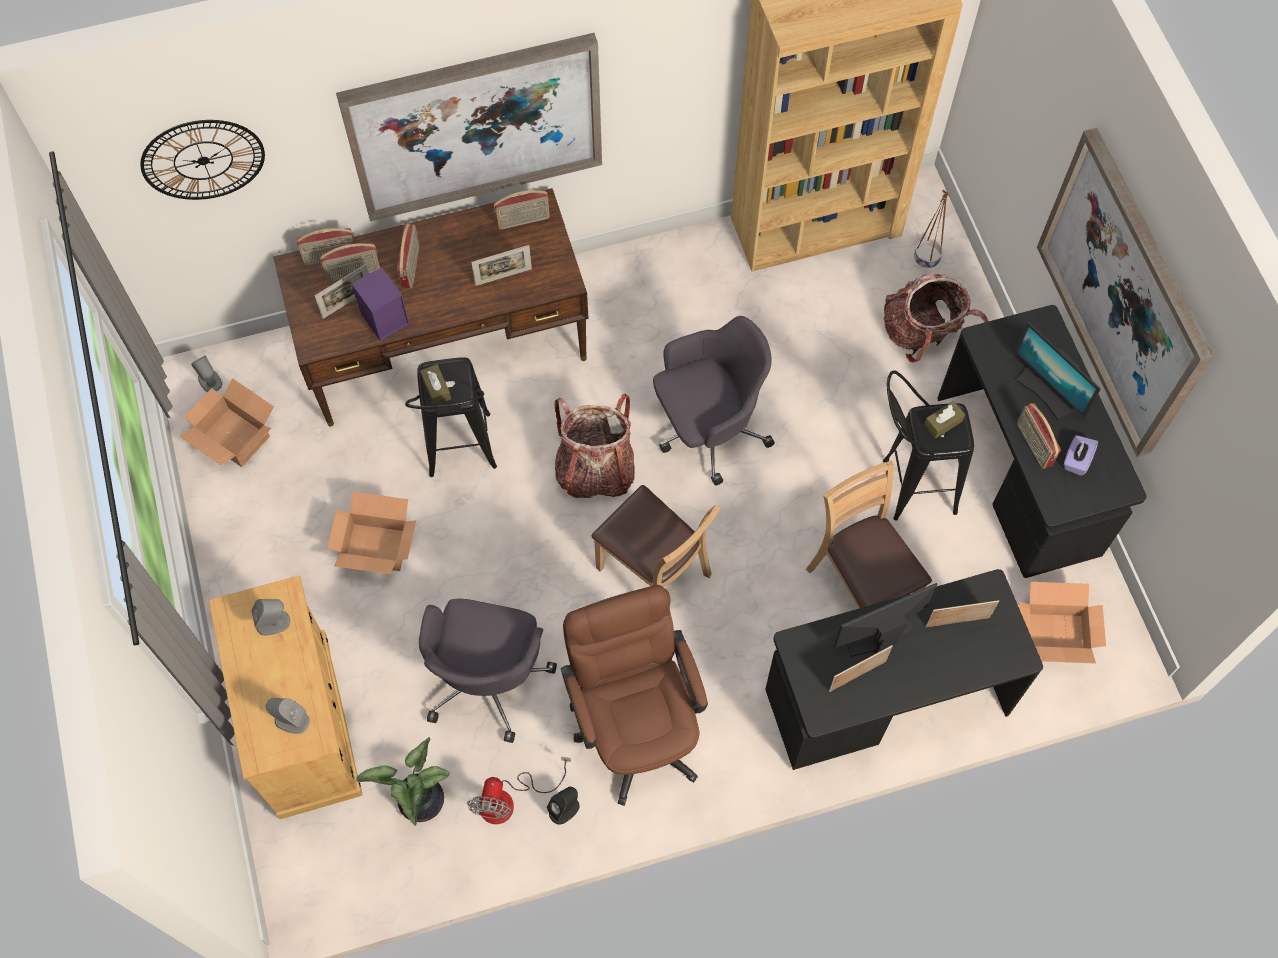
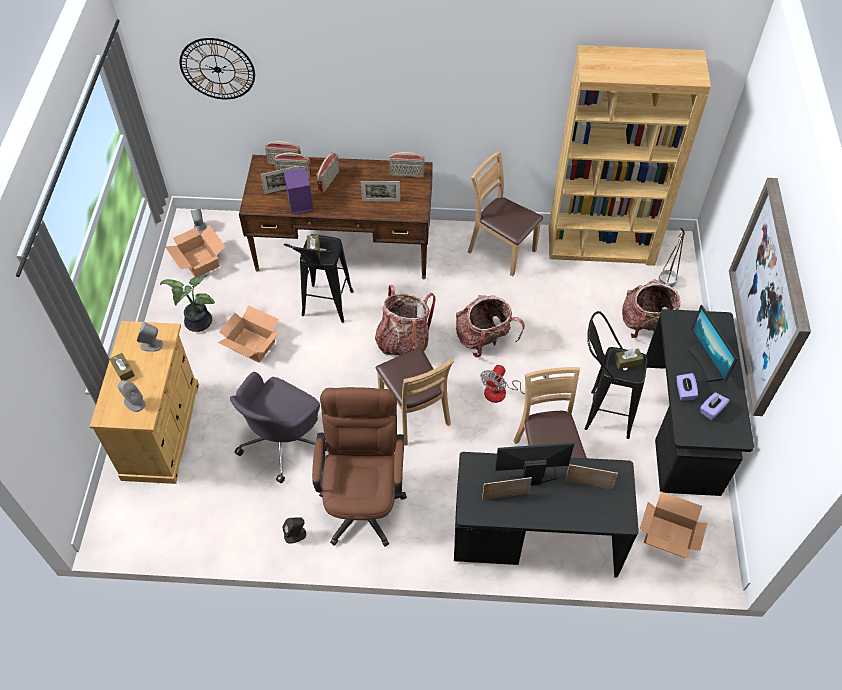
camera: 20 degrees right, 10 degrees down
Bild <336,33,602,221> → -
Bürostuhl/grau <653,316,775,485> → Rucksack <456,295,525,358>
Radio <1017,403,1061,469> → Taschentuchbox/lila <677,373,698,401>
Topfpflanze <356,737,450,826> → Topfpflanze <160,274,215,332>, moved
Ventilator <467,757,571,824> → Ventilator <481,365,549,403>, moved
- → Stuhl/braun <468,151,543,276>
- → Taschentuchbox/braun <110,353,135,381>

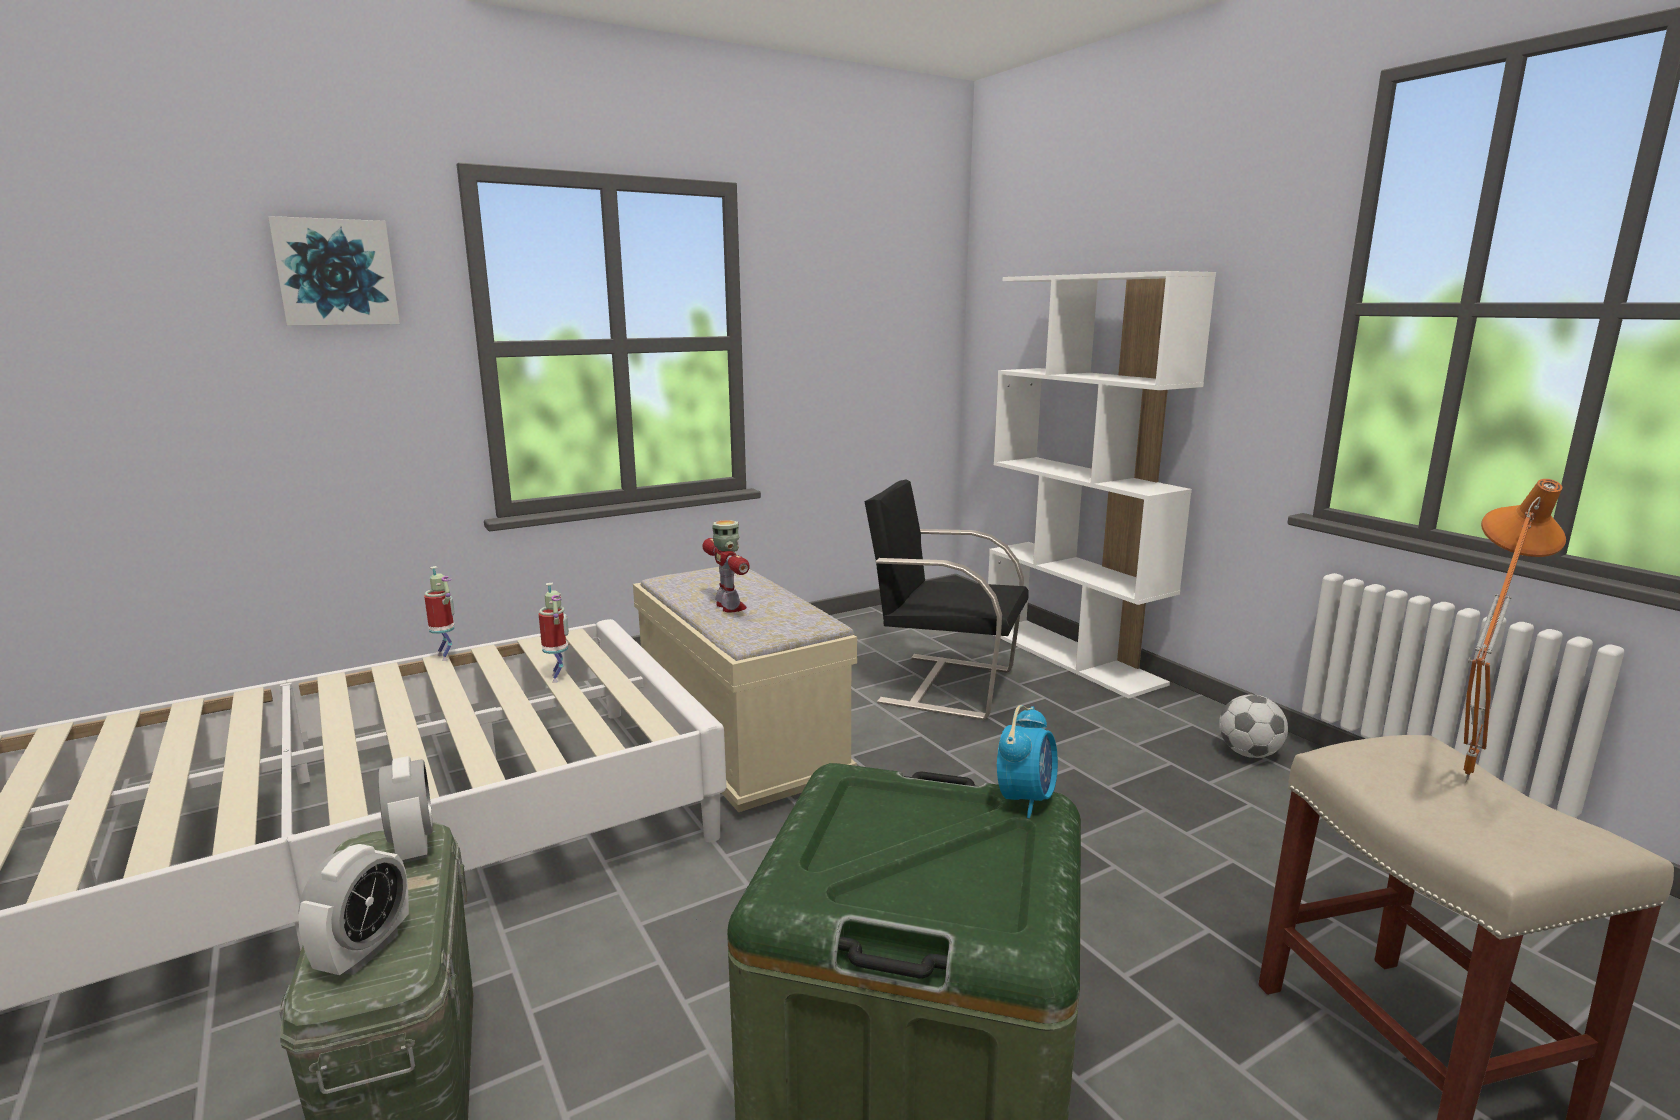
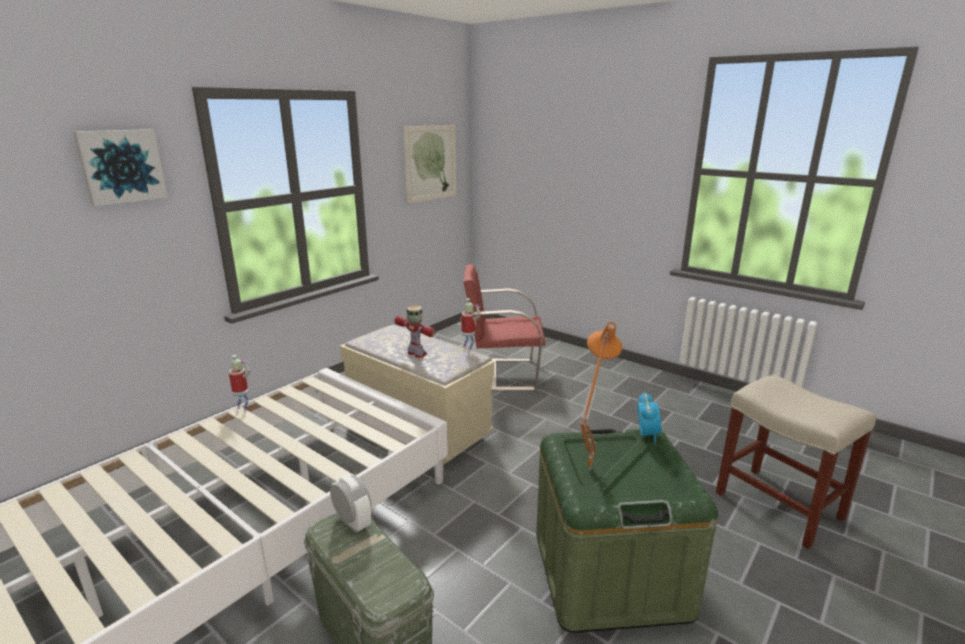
camera: 20 degrees left, 5 degrees up
Bücherregal/weiß <988,271,1216,699> → -
Tischlampe/orange <1464,479,1566,782> → Tischlampe/orange <579,322,622,470>, moved
Stuhl/schwarz <864,480,1029,720> → Stuhl/rot <463,264,546,391>
Spielzeugroboter <539,583,569,683> → Spielzeugroboter <460,298,481,352>, moved
Fußball <1219,694,1288,758> → -
Wecker <298,844,409,975> → -
- → Bild <404,125,456,204>

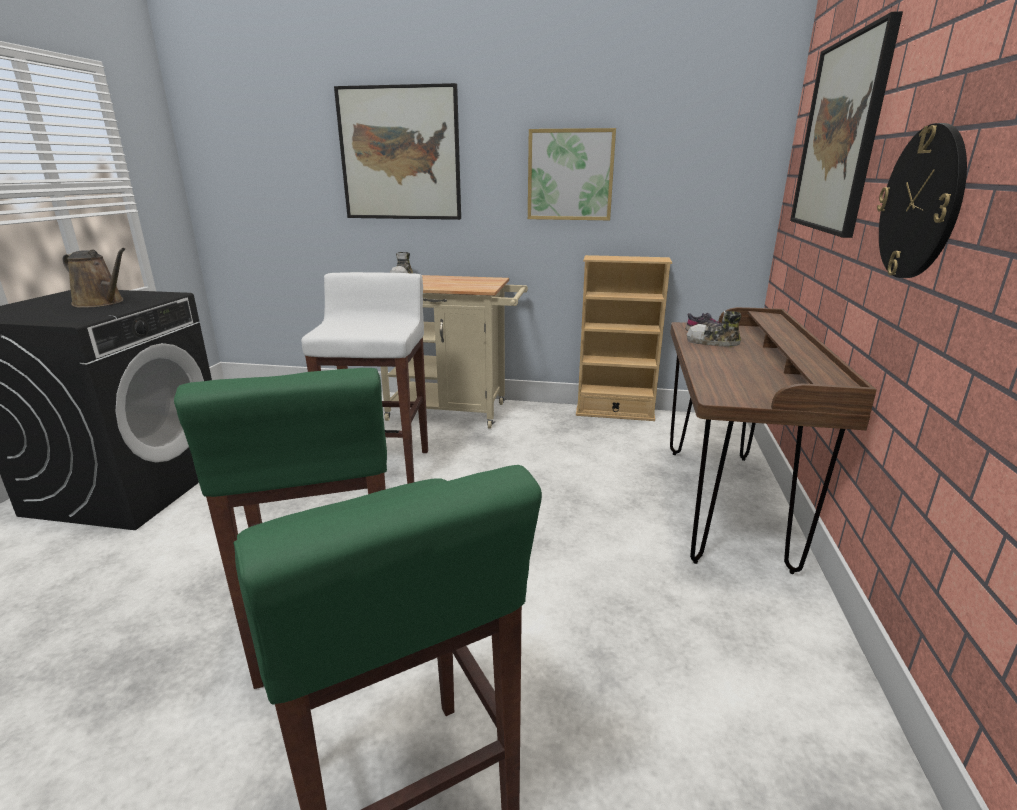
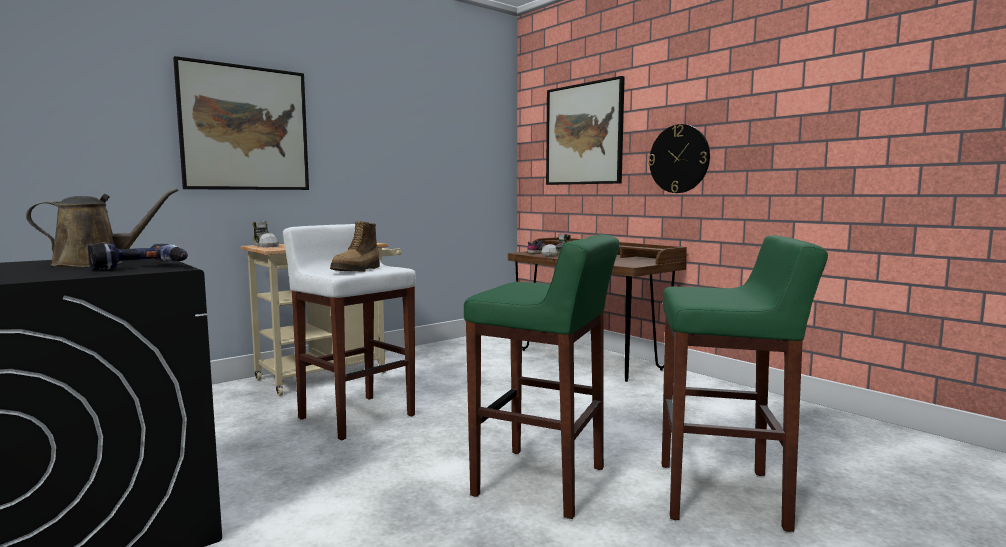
camera: 50 degrees left, 15 degrees down
Bild <528,128,616,220> → -
Bücherregal/beige <576,255,672,421> → -
- → Stiefel <330,221,380,272>
- → Bohrmaschine <88,242,188,270>

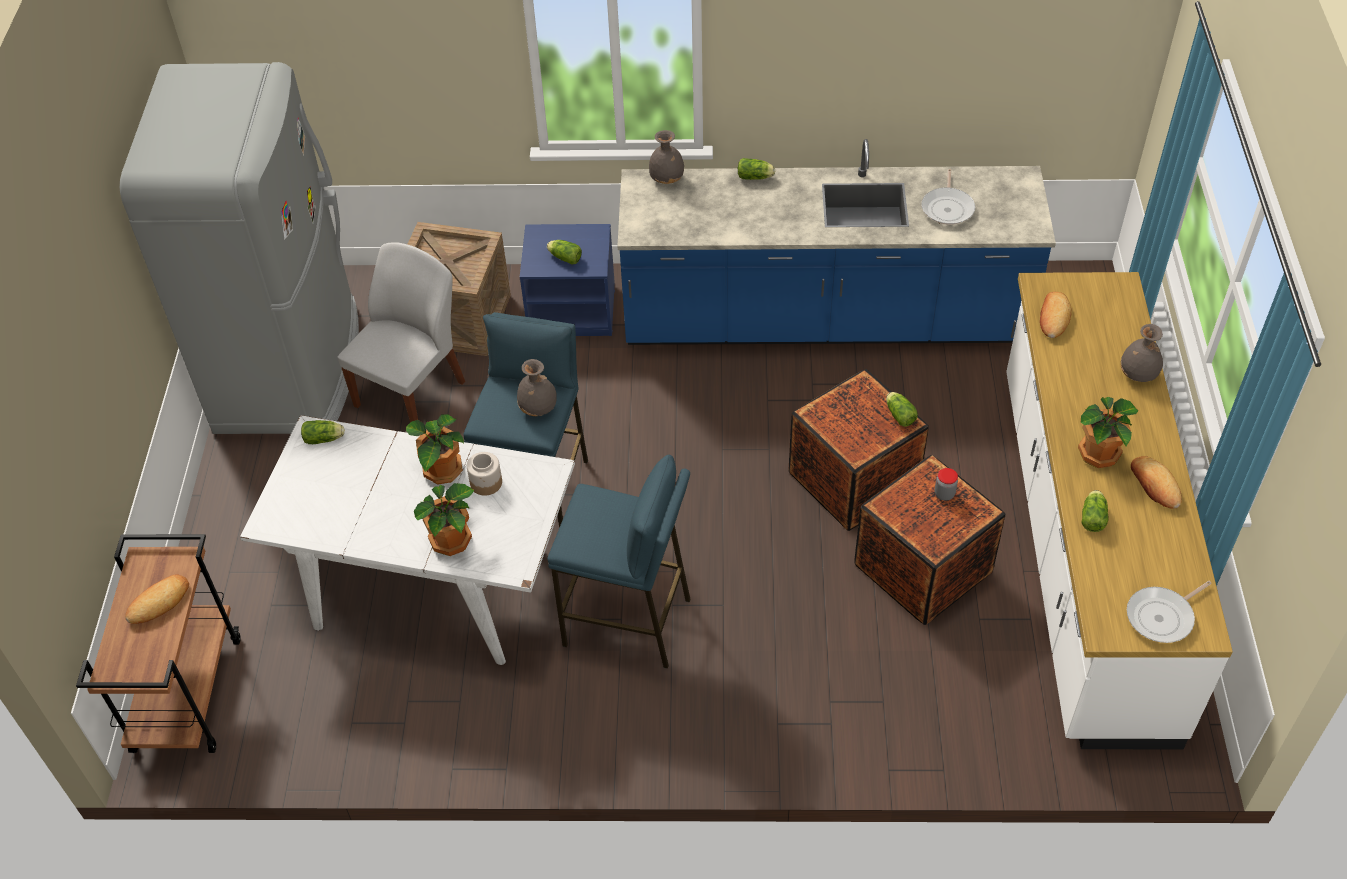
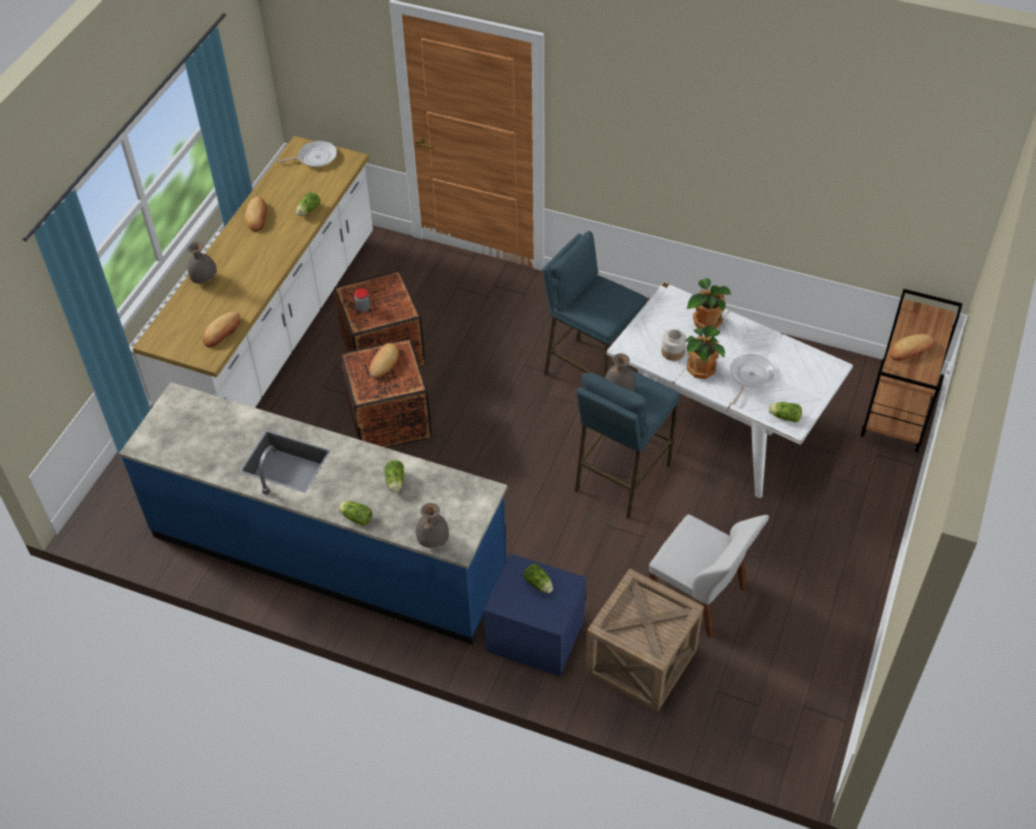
camera: 160 degrees left, 0 degrees up
Kühlschrank/grau <120,62,359,434> → -
Pfanne <921,169,975,225> → Pfanne <730,354,775,404>, moved
Stuhl/weiß <338,242,465,423> → Stuhl/weiß <649,514,769,638>, 105 degrees counterclockwise
Salatkopf <886,392,918,427> → Salatkopf <385,460,404,493>, moved
Topfpflanze <1078,397,1138,468> → -
- → Brot <369,343,399,377>

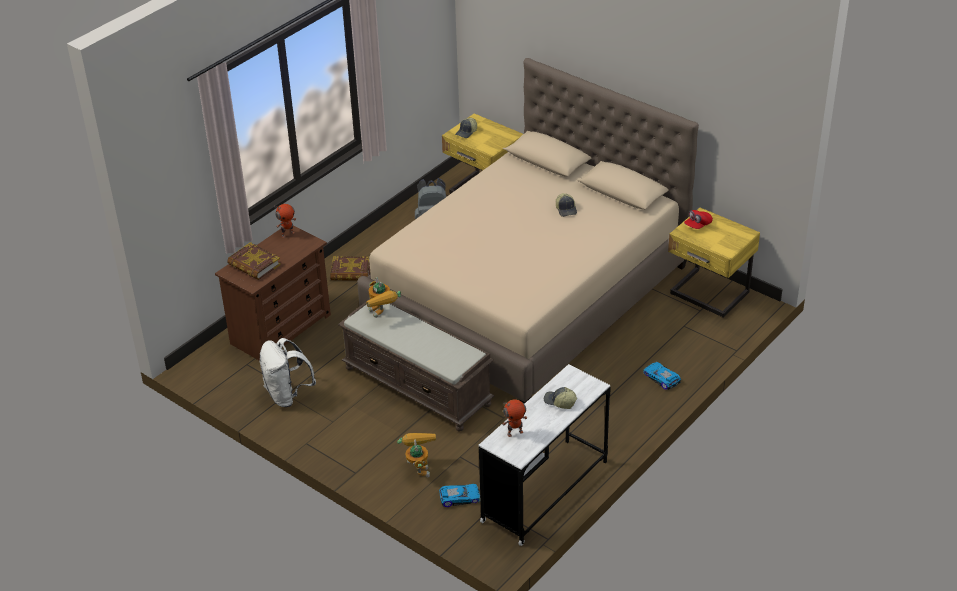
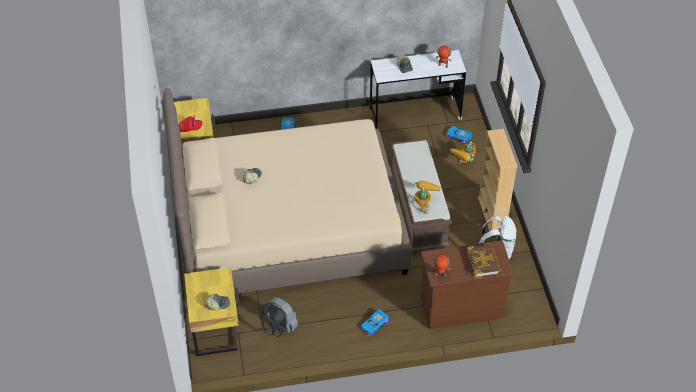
camera: 140 degrees left, 10 degrees up
Buch <330,256,370,281> → Spielzeugauto <360,309,389,336>
- → Bücherregal/beige <478,129,517,231>

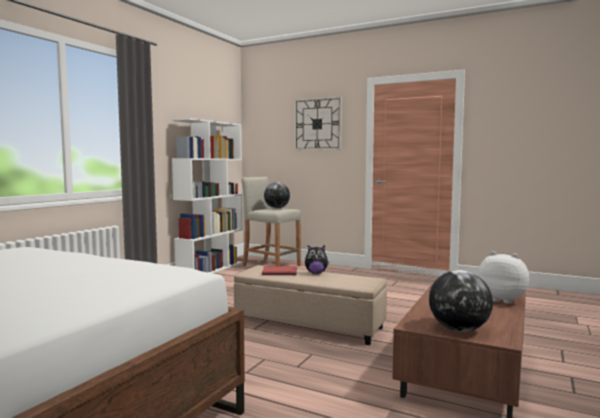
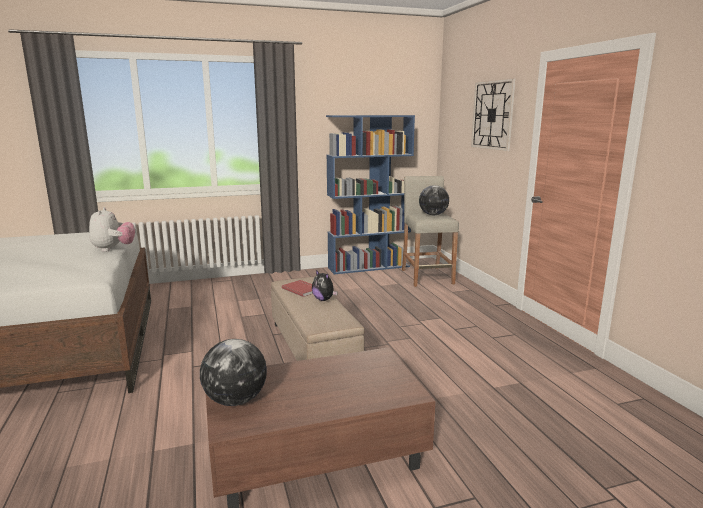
camera: 45 degrees right, 10 degrees up
Bücherregal/weiß <171,118,243,273> → Bücherregal/blau <326,115,415,274>
Plüschtier <478,251,529,304> → Plüschtier <89,207,135,252>, moved

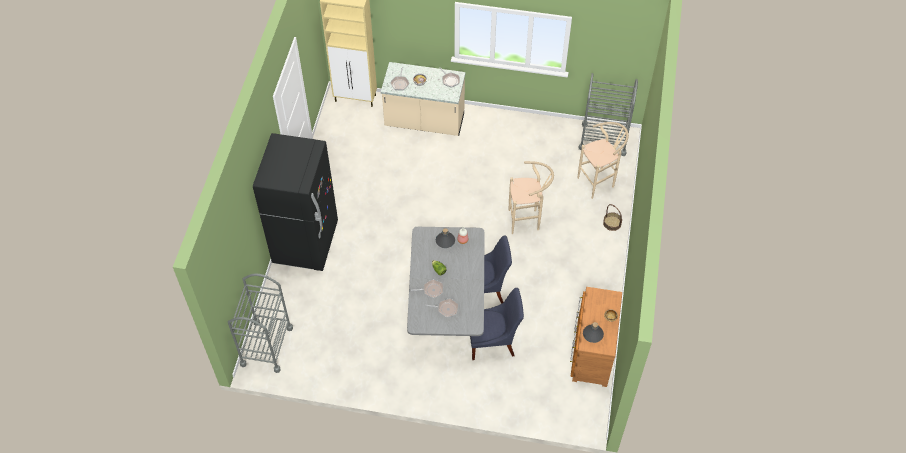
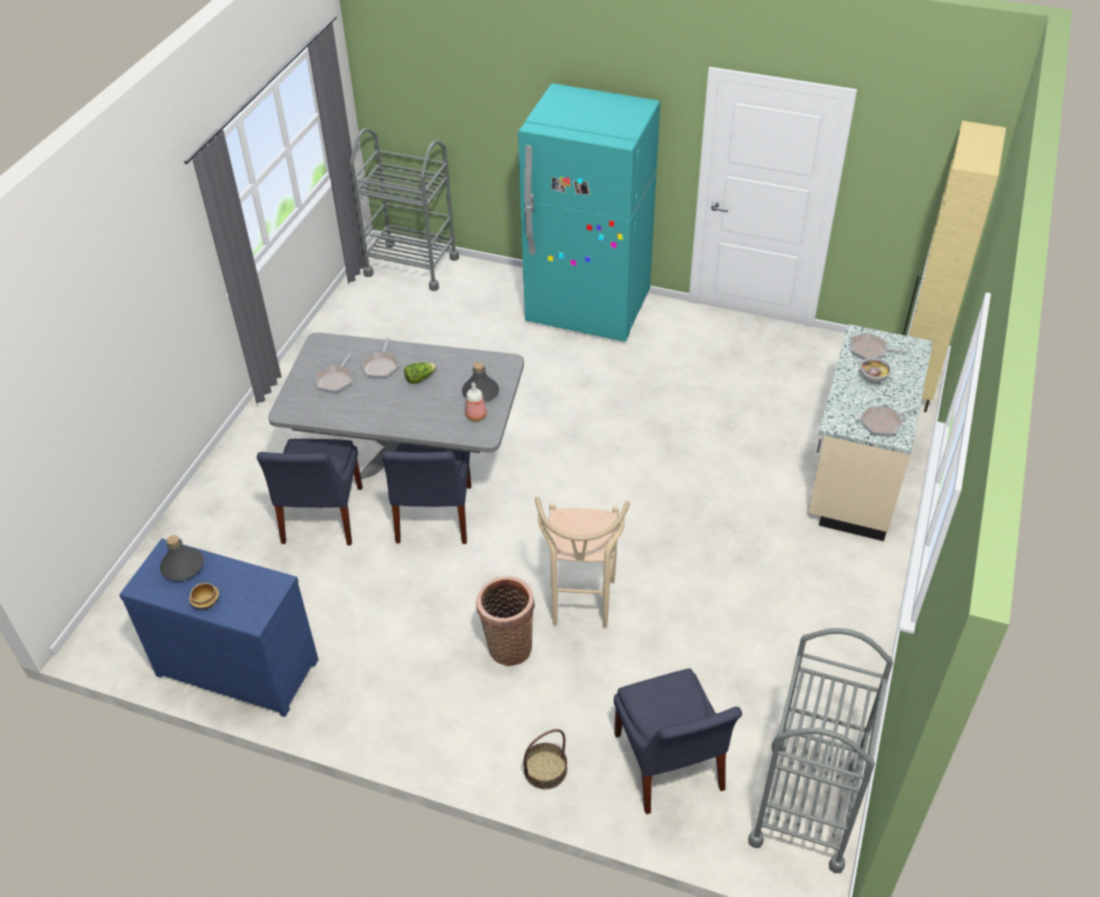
camera: 100 degrees right, 10 degrees down
Hocker/beige <578,122,629,199> → Stuhl/blau <614,668,742,814>
Kühlschrank/schwarz <253,133,338,271> → Kühlschrank/türkis <518,84,660,342>
Kommode/braun <570,287,622,387> → Kommode/blau <119,539,319,717>
- → Korb <476,576,535,666>

